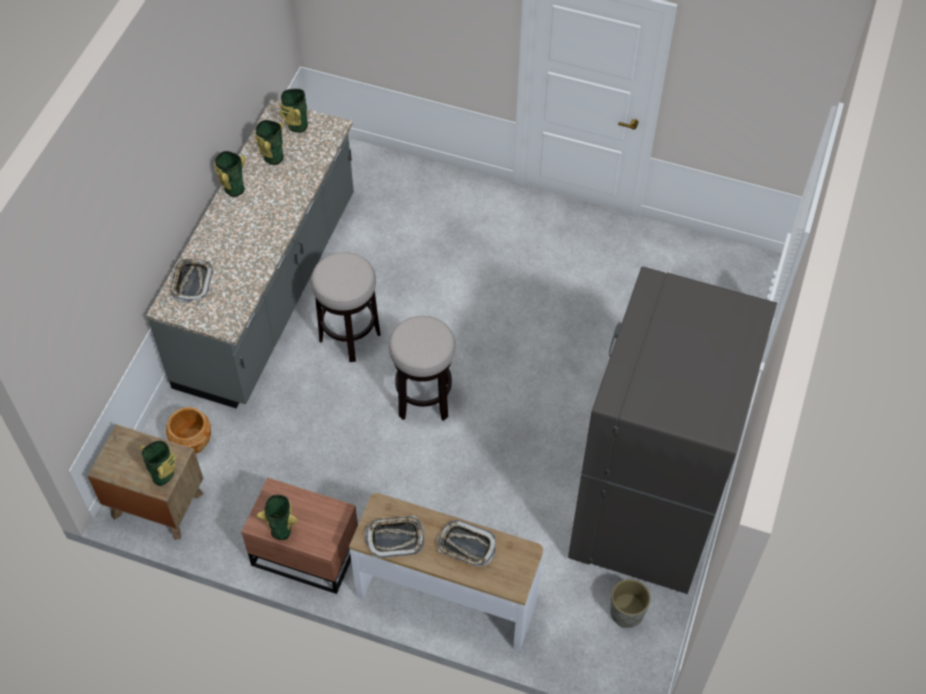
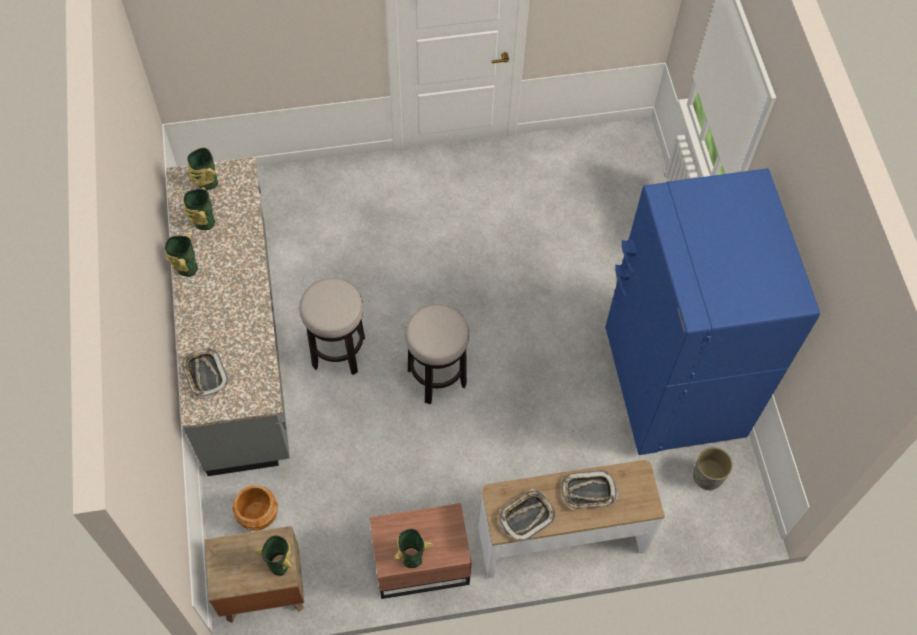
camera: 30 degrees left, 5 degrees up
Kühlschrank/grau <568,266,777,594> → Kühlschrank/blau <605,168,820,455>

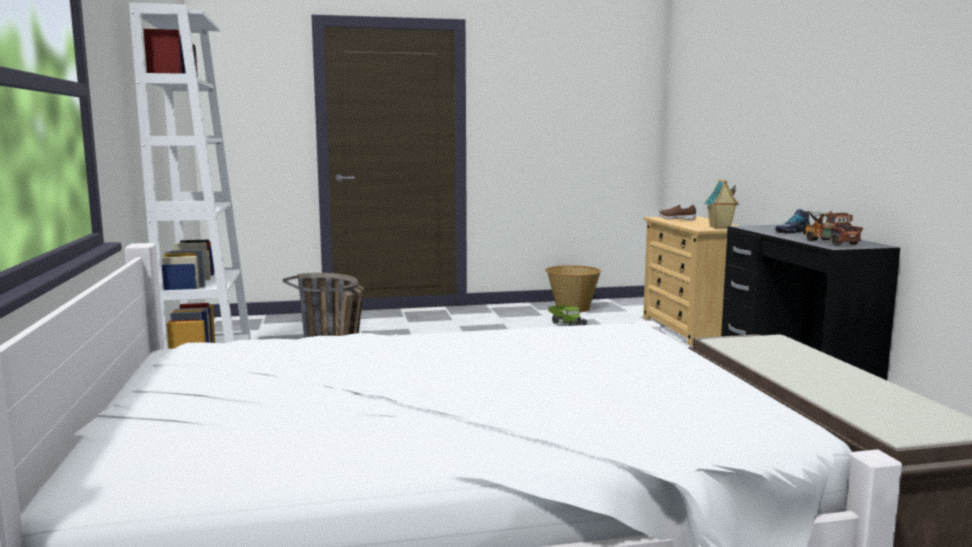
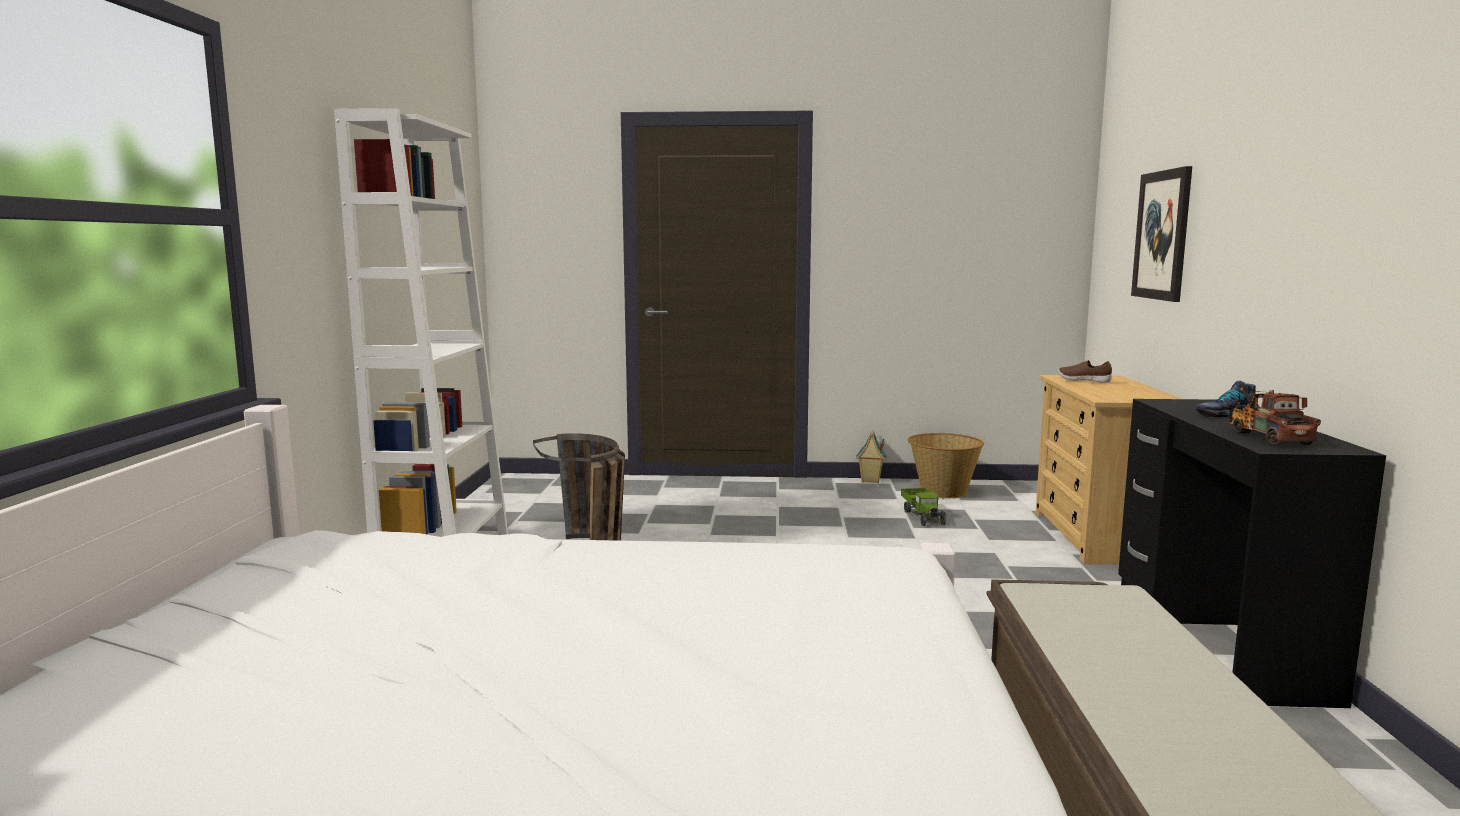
camera: 15 degrees right, 0 degrees up
Spielzeughaus <704,179,739,229> → Spielzeughaus <856,430,887,484>, moved
- → Bild <1131,166,1192,302>

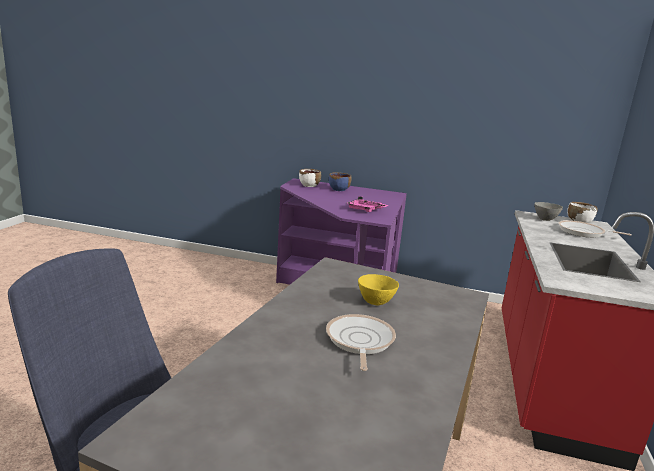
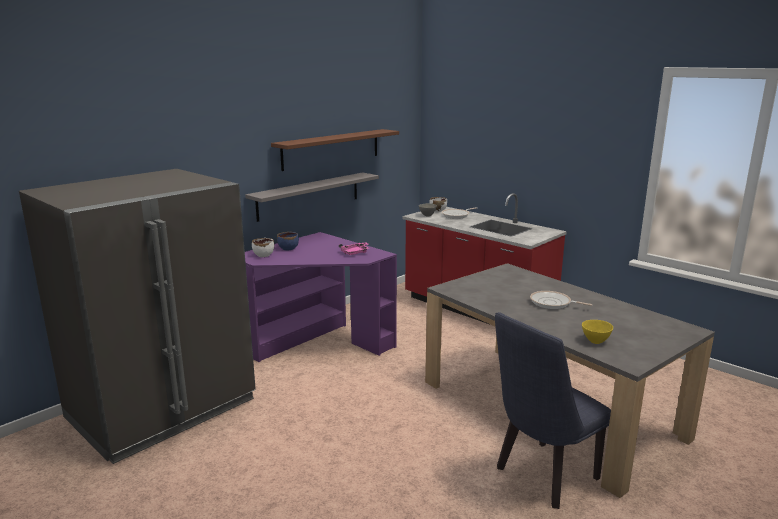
camera: 60 degrees left, 0 degrees up
Schüssel/gelb <358,274,399,305> → Schüssel/gelb <582,320,613,344>, moved
- → Wandregal/braun <271,129,399,171>
- → Kühlschrank/grau <19,169,256,464>
- → Wandregal/grau <245,172,379,222>

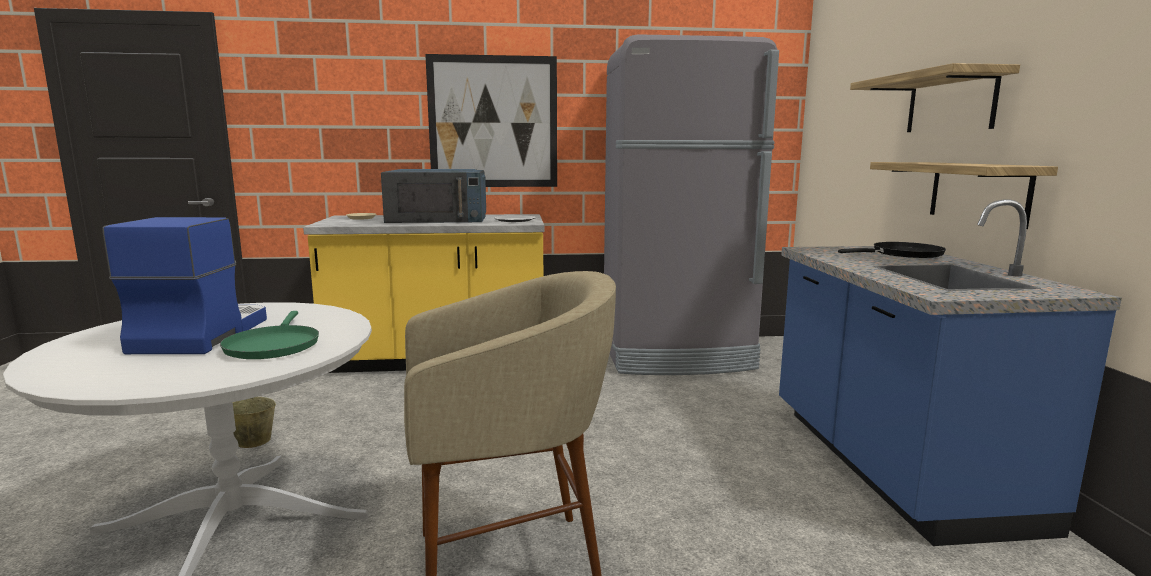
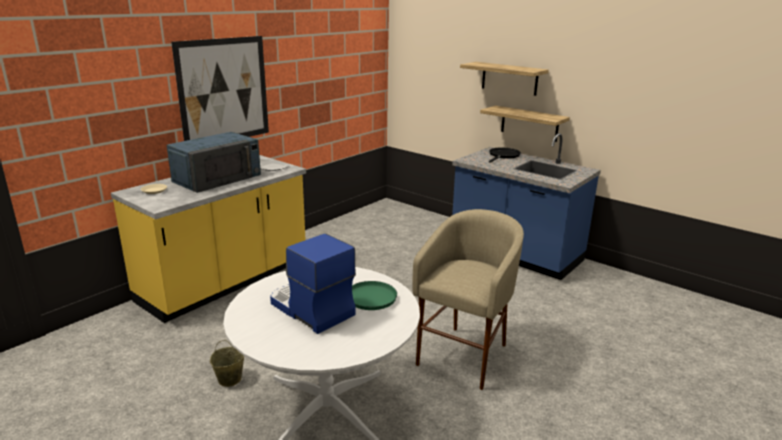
camera: 45 degrees left, 10 degrees up
Kühlschrank/grau <604,35,779,375> → -

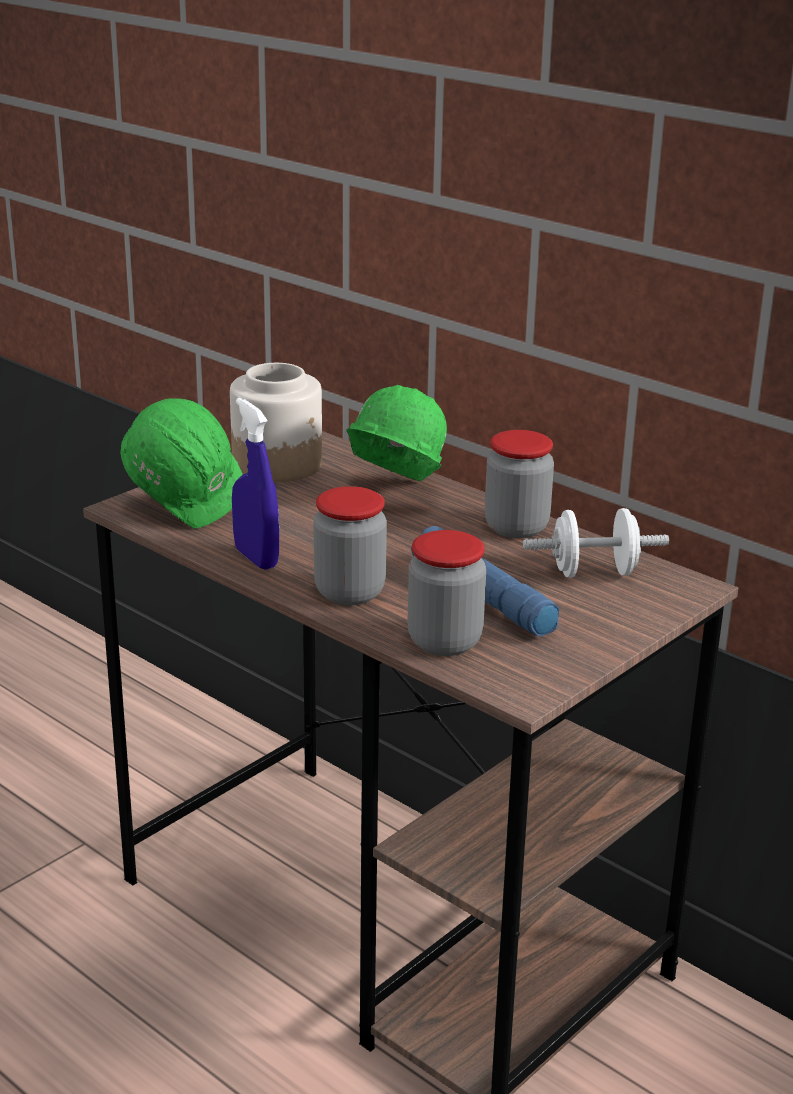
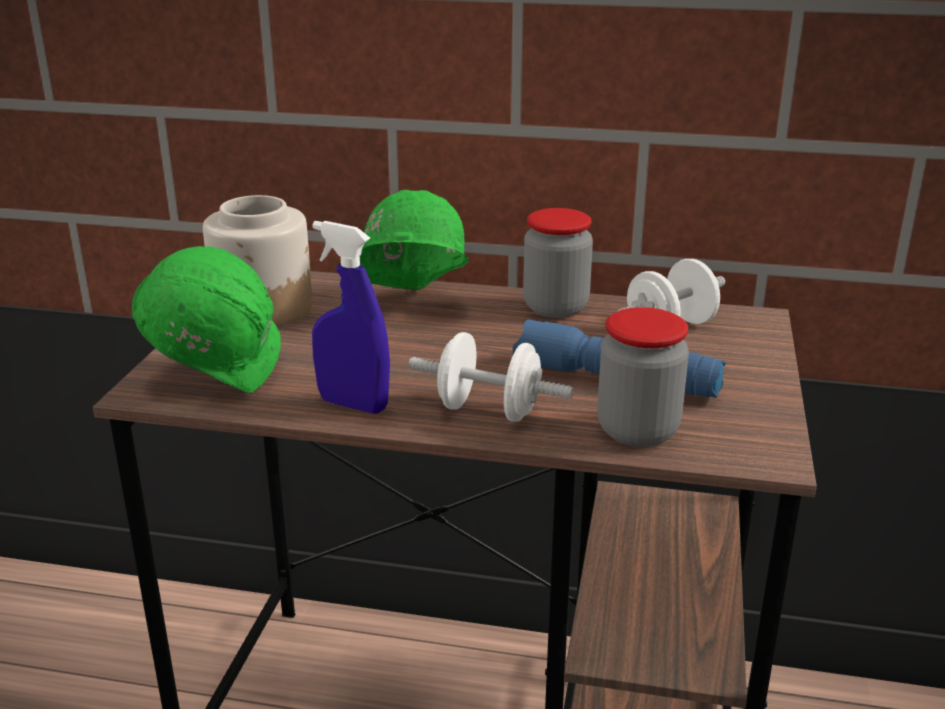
camera: 30 degrees left, 0 degrees up
Vorratsglas <313,486,387,605> → Hantel/weiß <409,332,573,422>

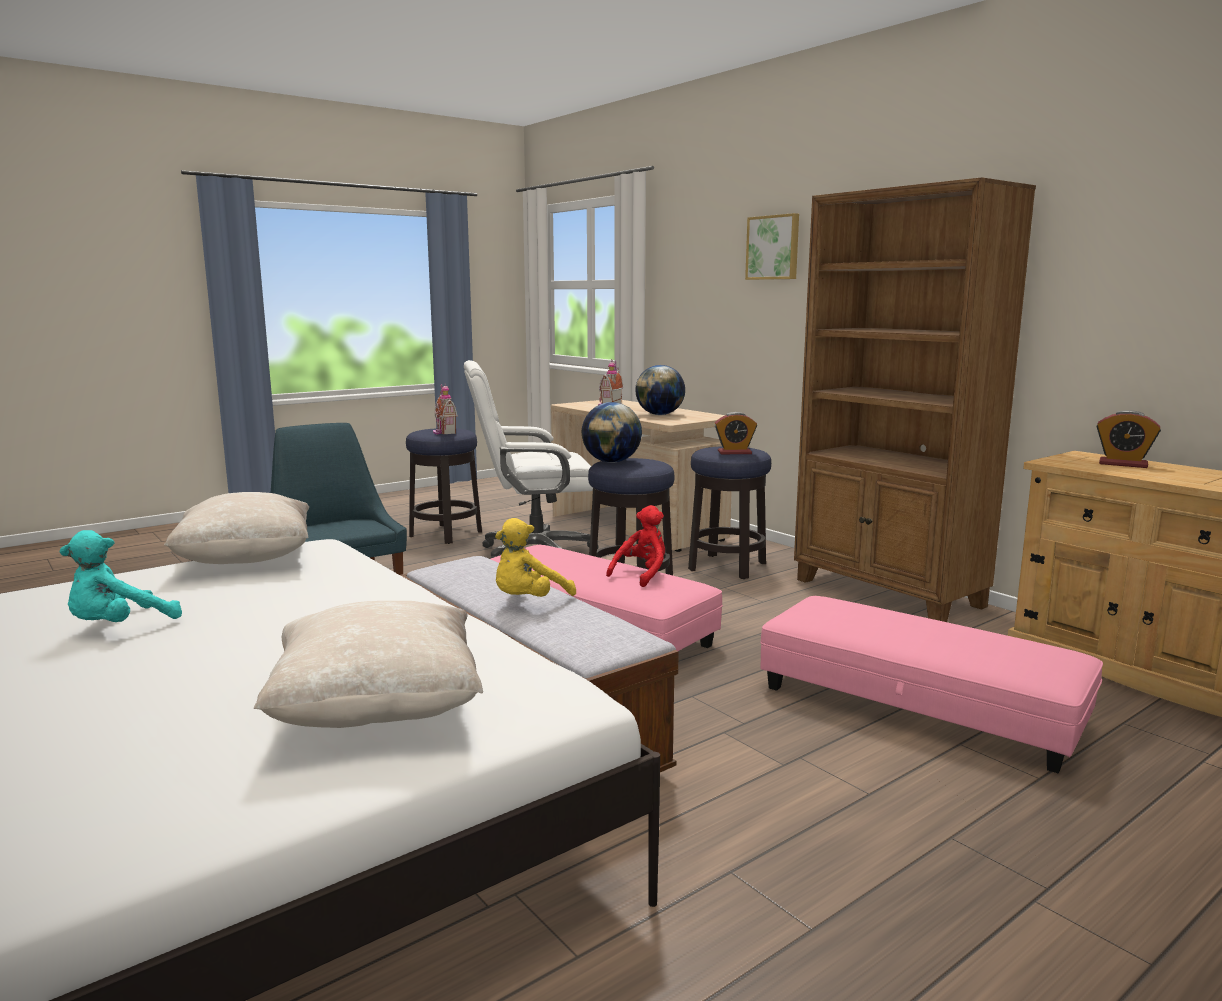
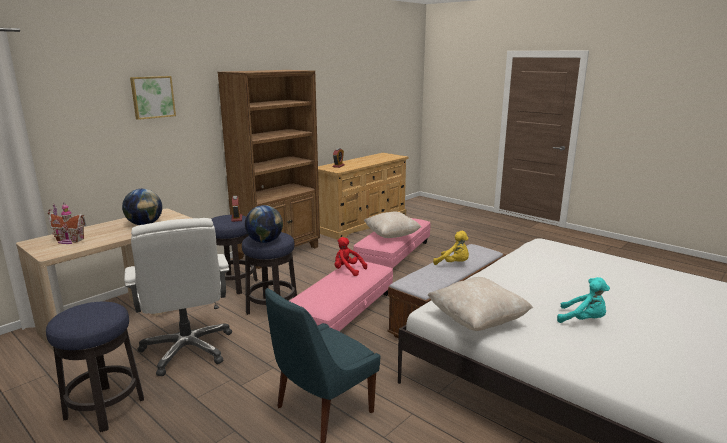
camera: 100 degrees left, 5 degrees up
Spielzeughaus <433,384,458,435> → -
Kissen/beige <254,601,483,728> → Kissen/beige <364,211,421,238>, moved

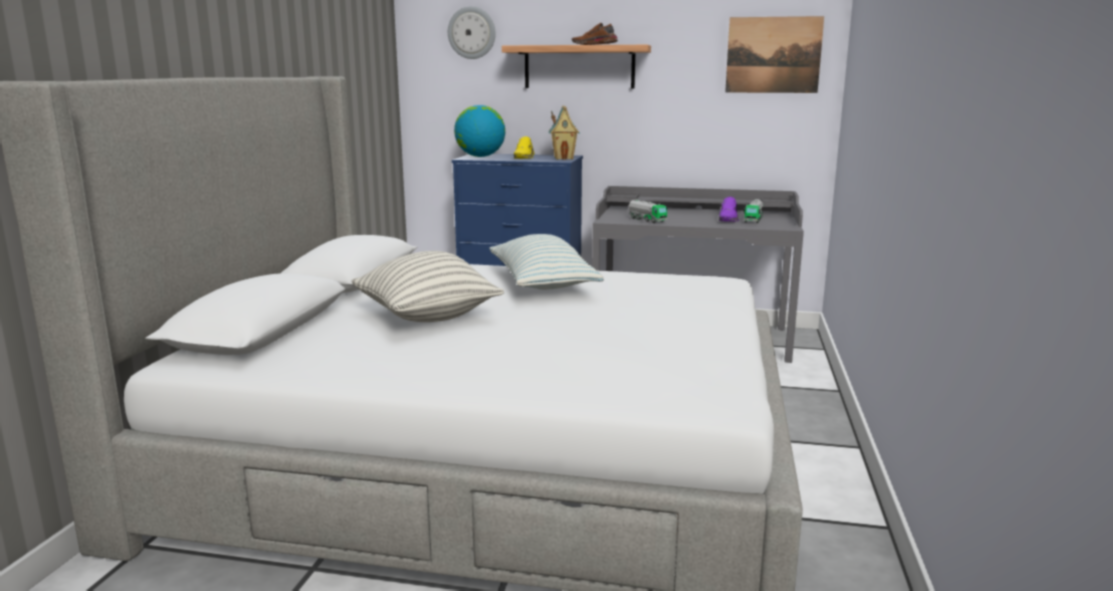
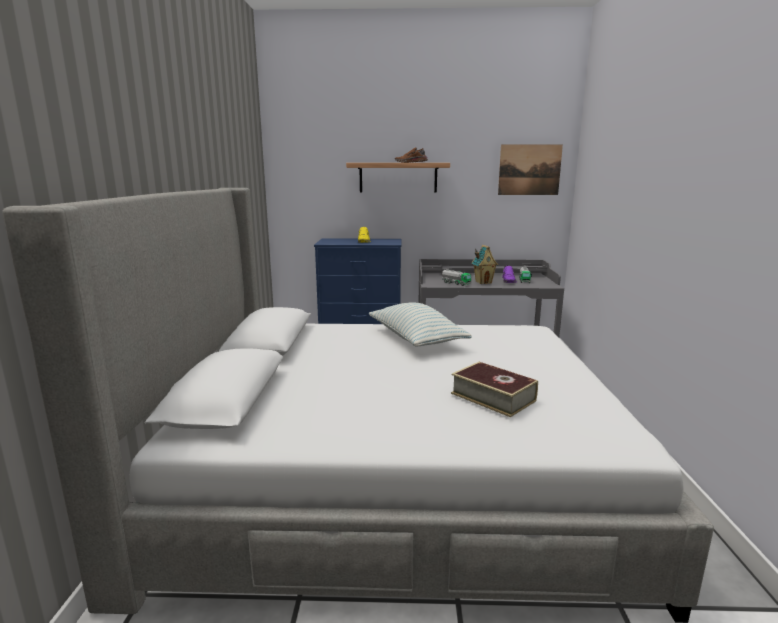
camera: 10 degrees left, 0 degrees up
Wanduhr <448,6,496,59> → -
Globus <454,105,505,157> → -
Spielzeughaus <548,105,580,160> → Spielzeughaus <471,245,498,284>, moved
Kissen <351,251,504,322> → -
- → Buch <451,362,538,417>

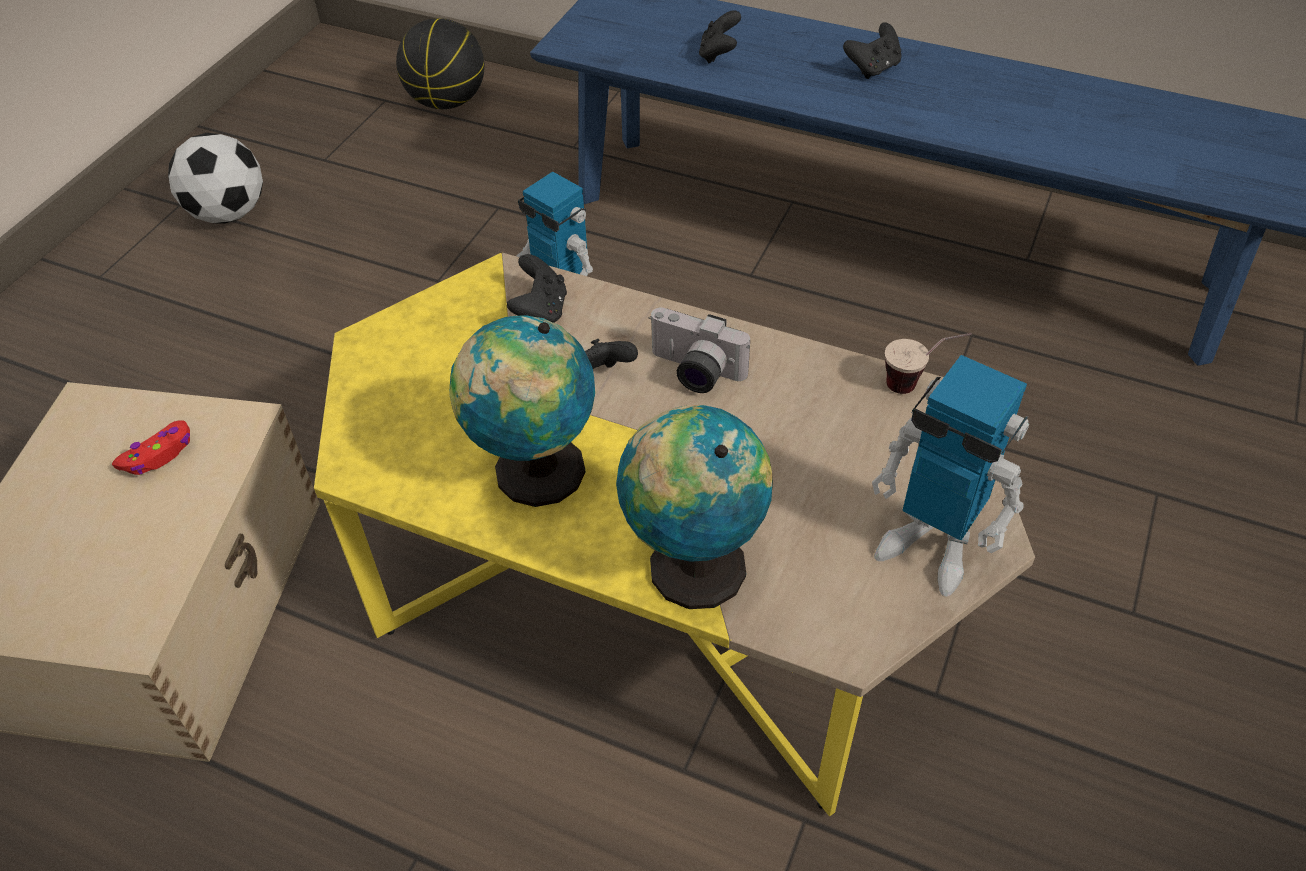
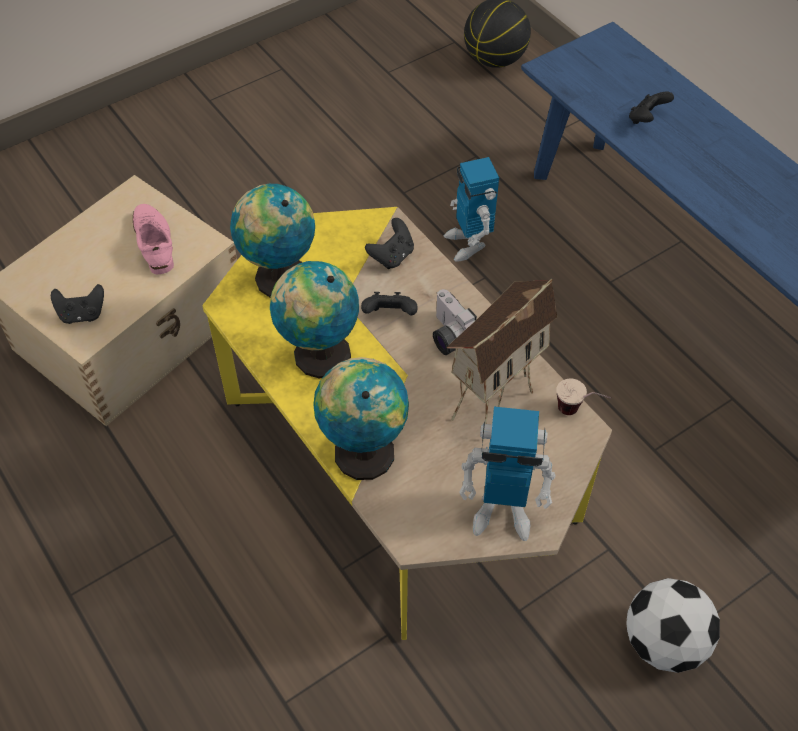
camera: 30 degrees right, 5 degrees up
Gamepad/schwarz <843,22,901,79> → Gamepad/schwarz <51,284,104,324>, moved
Fußball <168,133,263,224> → Fußball <626,578,720,673>, moved
Spielzeugroboter <872,355,1029,596> → Spielzeugroboter <459,407,555,541>, 60 degrees counterclockwise
Gamepad/rot <112,420,190,475> → Schuh/rosa <133,204,174,274>
- → Globus <230,184,315,297>
- → Spielzeughaus <446,279,557,441>

